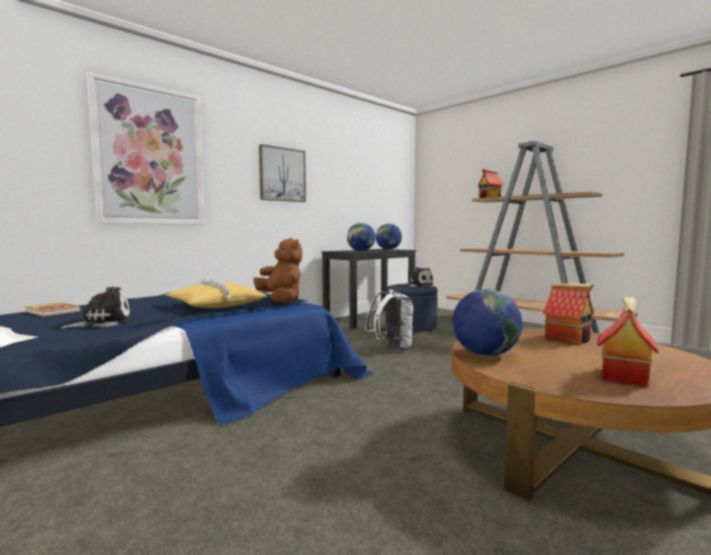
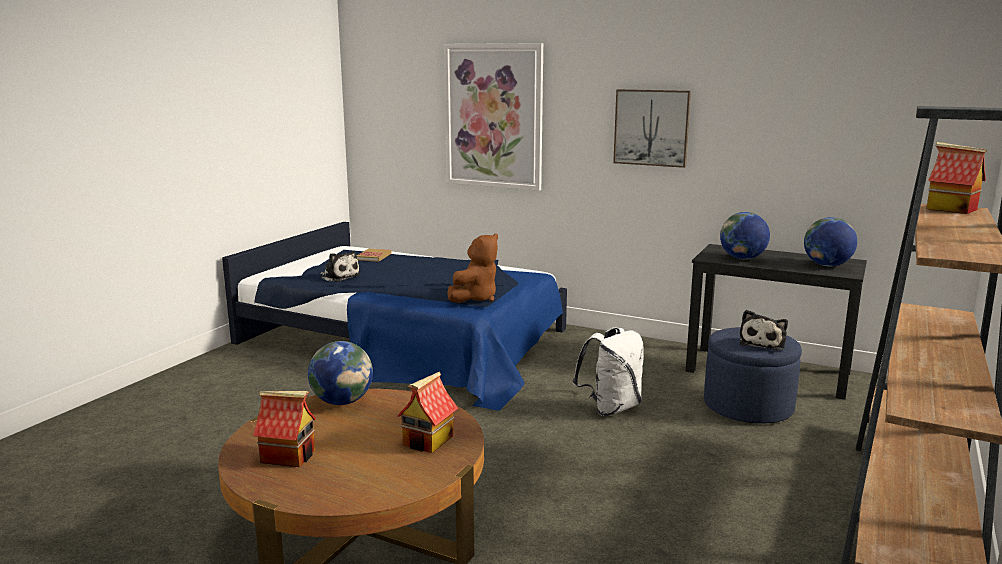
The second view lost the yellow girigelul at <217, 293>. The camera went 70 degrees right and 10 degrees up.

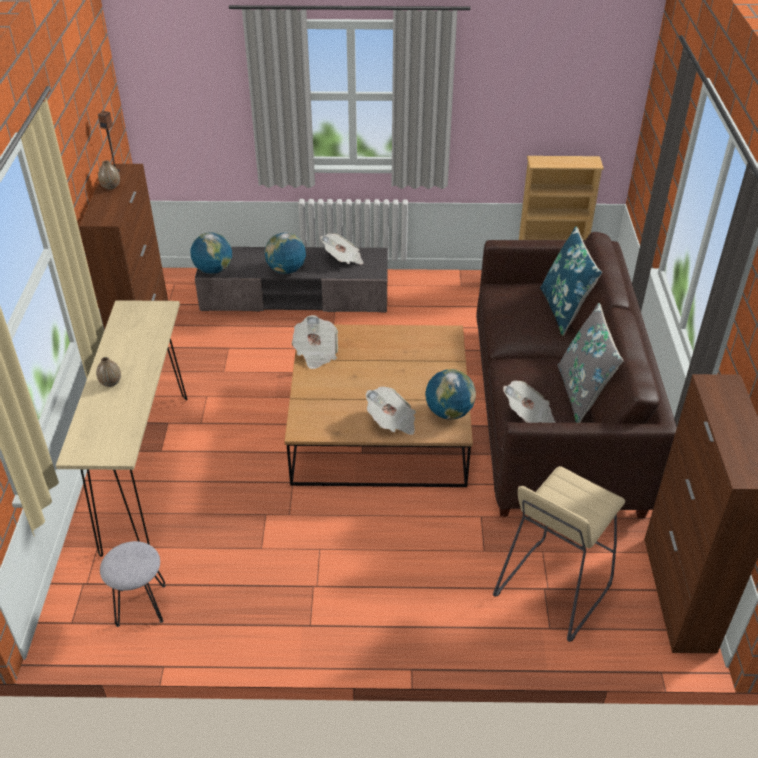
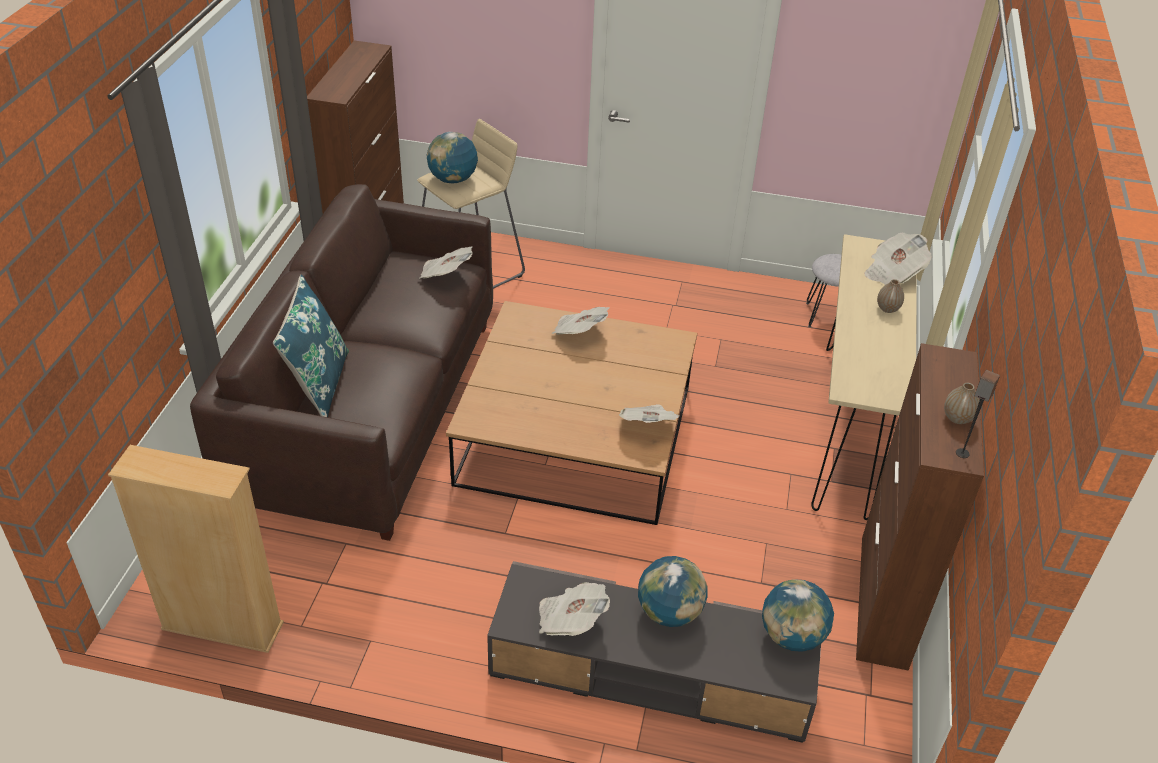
The second view lost the grey girigelul at <590, 363>. The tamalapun ended up elsewhere, having gone from <450, 394> to <452, 157>. The second view gained the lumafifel at <898, 258>. The camera went 170 degrees left and 0 degrees up.

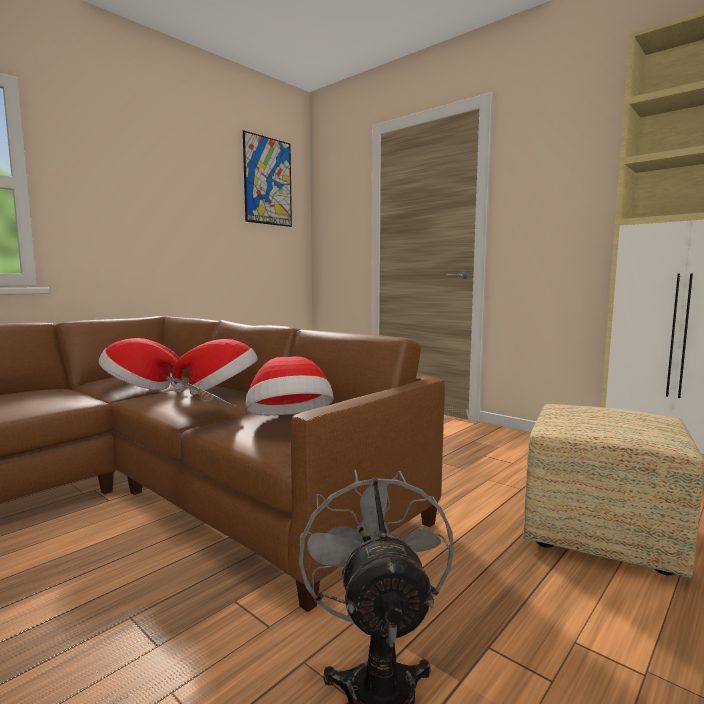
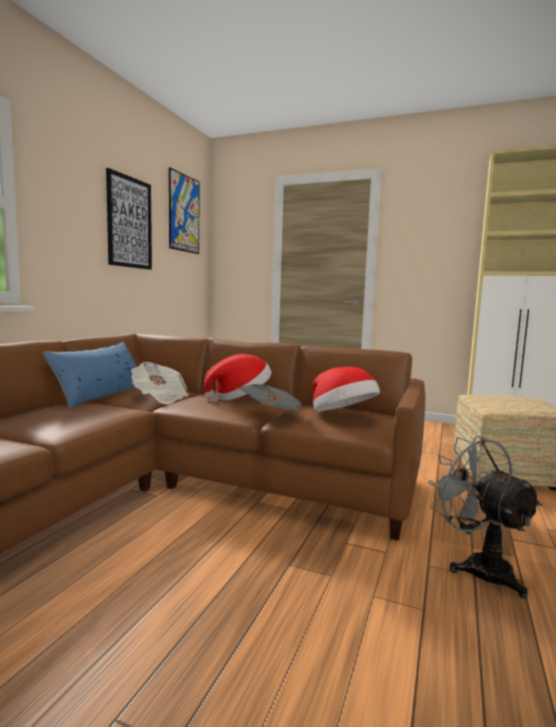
Where the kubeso stood at <141, 364>, the lumafifel came to stand at <160, 383>. The second view gained the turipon at <129, 219>. The second view gained the blue girigelul at <89, 375>. The camera went 20 degrees left and 0 degrees up.

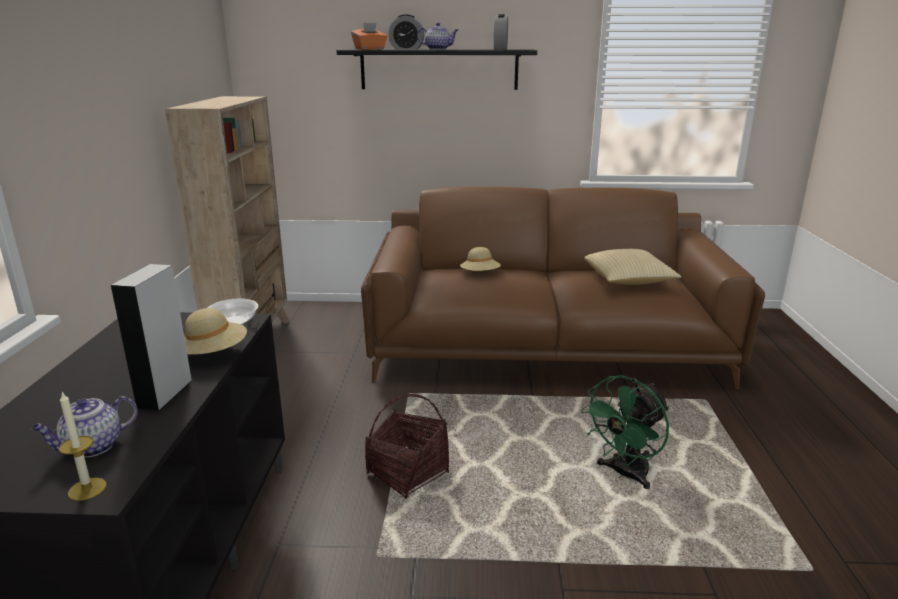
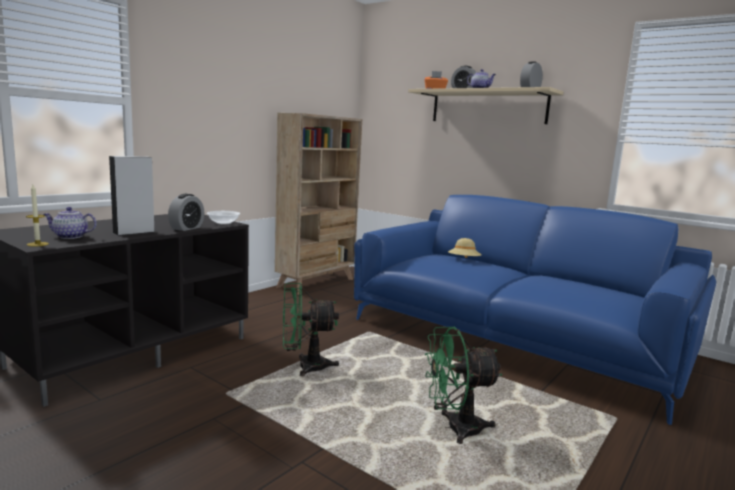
What was the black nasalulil at <437, 69> turned into the beige nasalulil at <486, 105>. What was the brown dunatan at <563, 288> turned into the blue dunatan at <535, 310>. The second view lost the girigelul at <633, 267>. Where the beige kubeso stood at <215, 331>, the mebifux came to stand at <186, 212>. Where the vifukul stood at <407, 446>, the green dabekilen came to stand at <311, 329>. The camera went 35 degrees right and 10 degrees down.

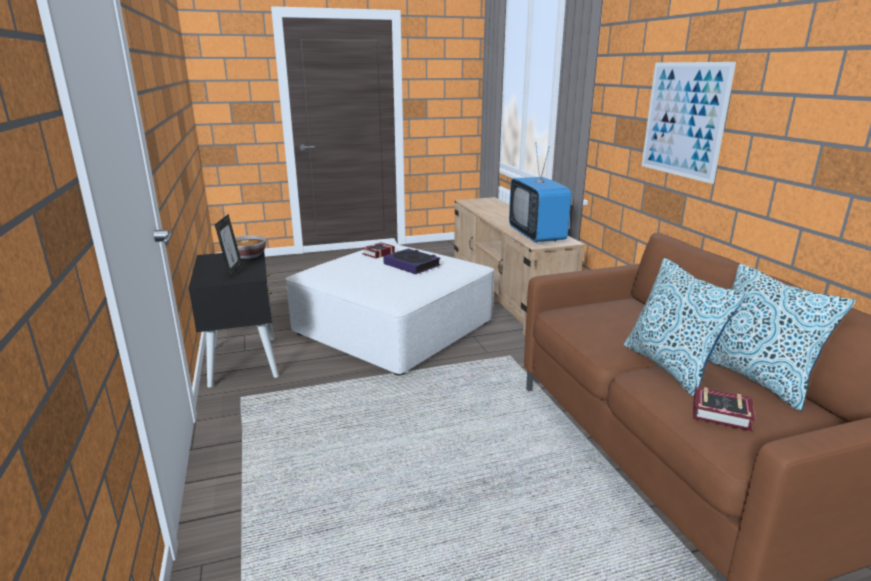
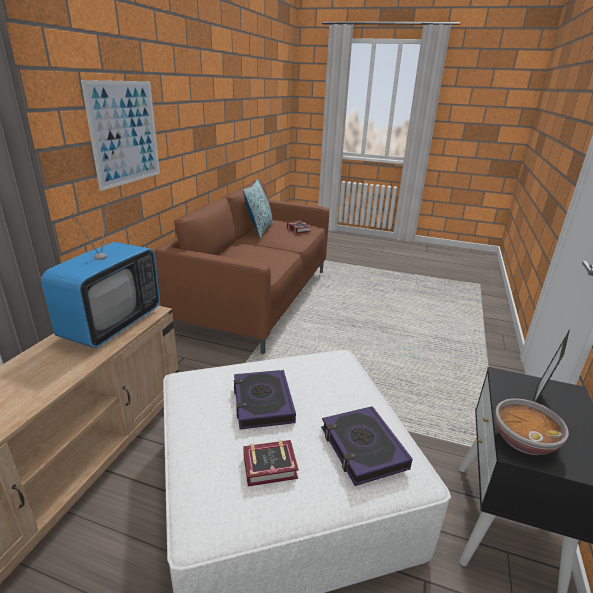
The second view lost the girigelul at <685, 327>. The second view gained the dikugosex at <367, 446>. The camera went 145 degrees left and 5 degrees up.

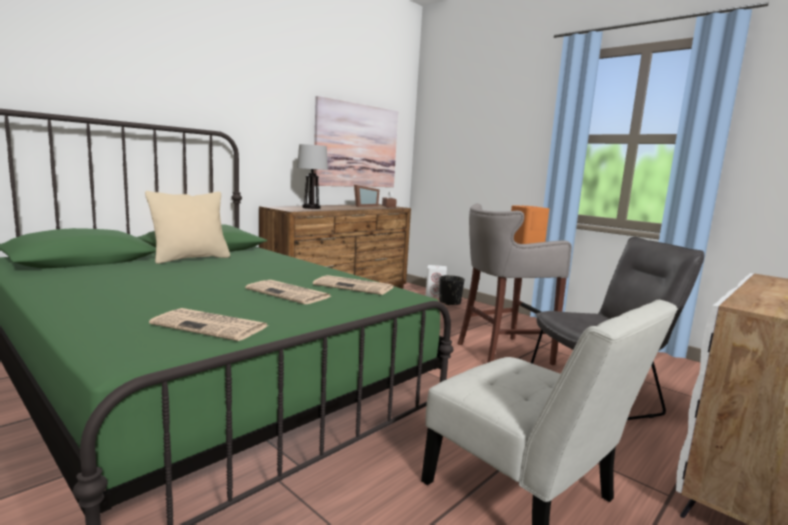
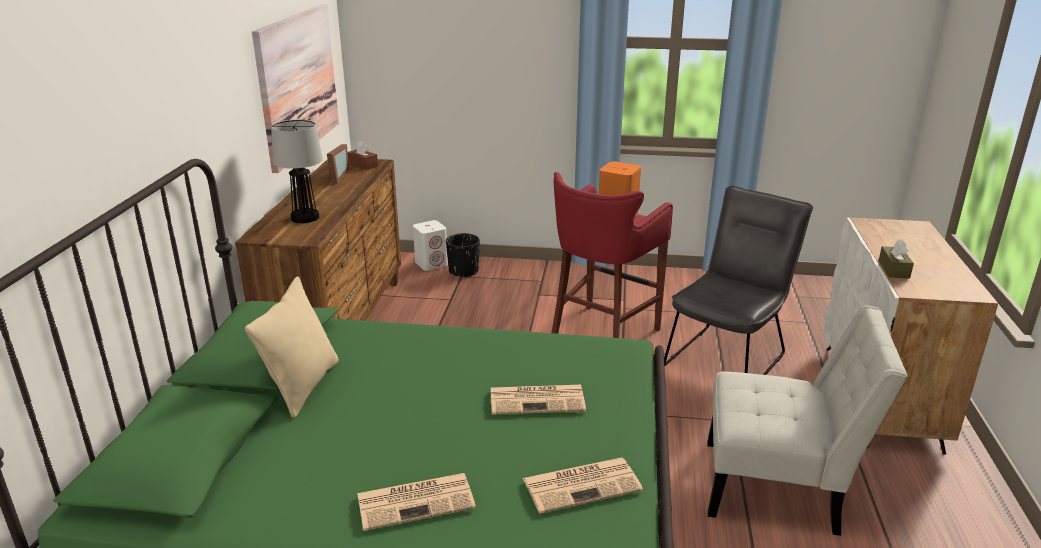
What was the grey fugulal at <515, 284> turned into the red fugulal at <612, 255>. The lumafifel ended up elsewhere, having gone from <353, 285> to <416, 502>. The second view gained the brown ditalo at <896, 259>. The camera went 35 degrees left and 15 degrees up.

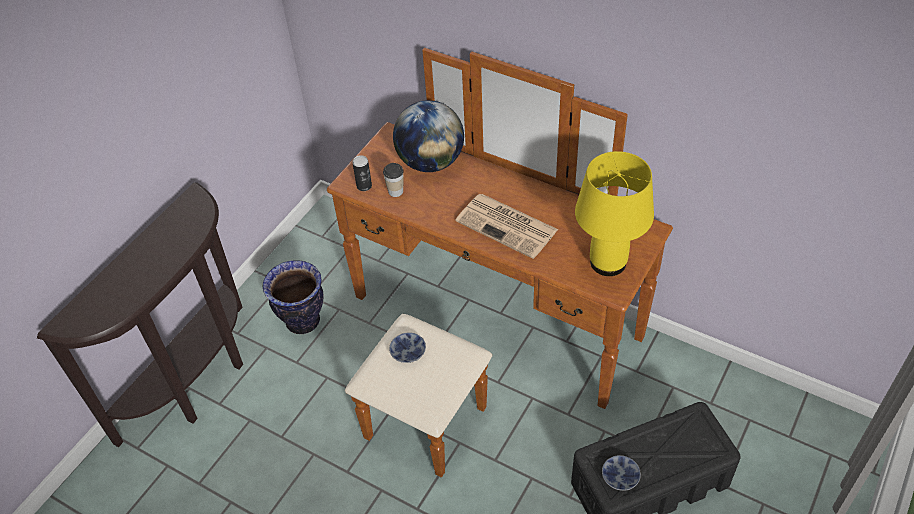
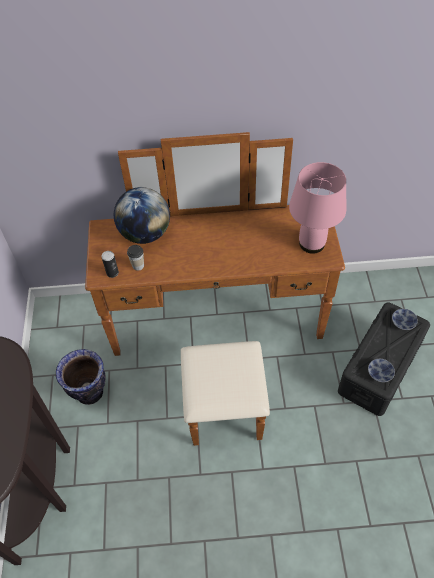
What was the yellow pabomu at <614, 213> turned into the pink pabomu at <317, 208>. The second view lost the lumafifel at <507, 226>. The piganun ended up elsewhere, having gone from <407, 348> to <405, 319>. The camera went 35 degrees left and 5 degrees up.

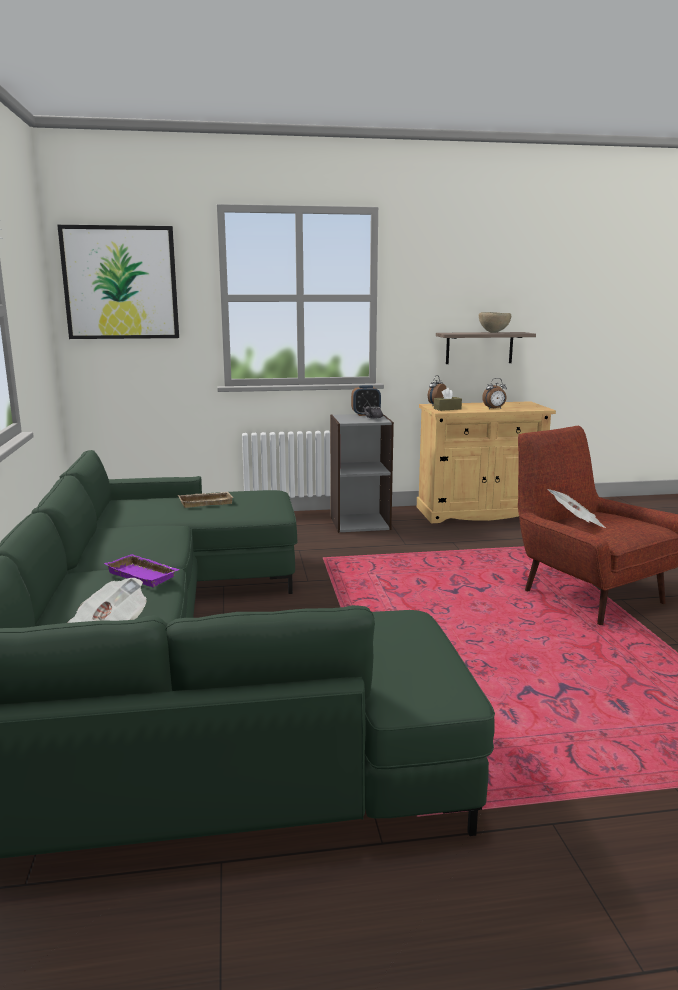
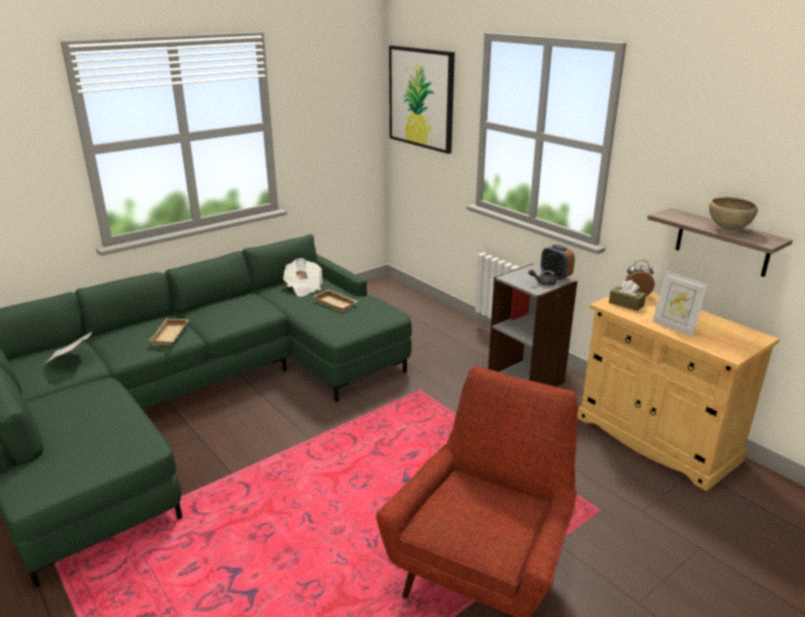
Where the mebifux stood at <494, 393>, the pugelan came to stand at <680, 304>. The lumafifel ended up elsewhere, having gone from <576, 508> to <302, 277>. What was the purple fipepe at <142, 570> turned into the beige fipepe at <169, 331>. The camera went 60 degrees right and 10 degrees up.

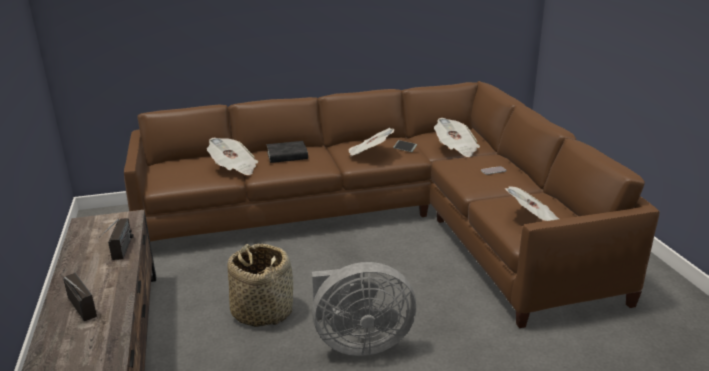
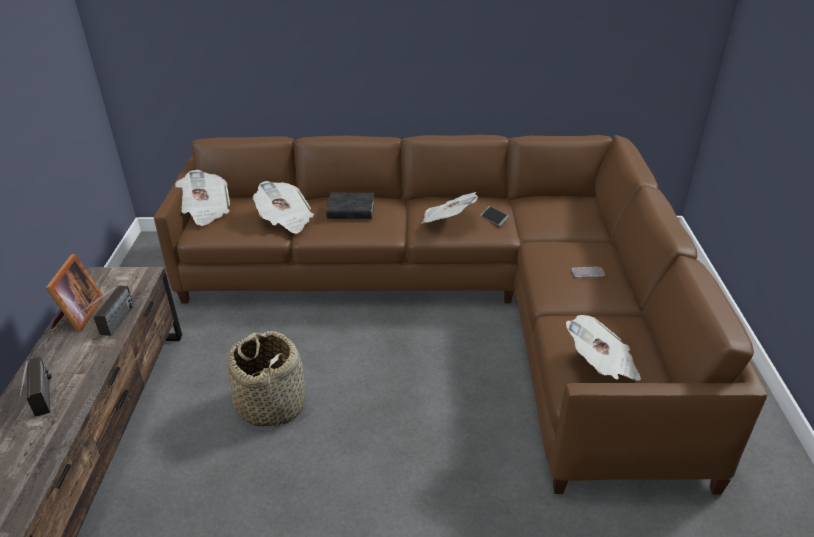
The lumafifel ended up elsewhere, having gone from <457, 137> to <202, 198>. The second view lost the grey dabekilen at <364, 309>. The second view gained the pugelan at <74, 293>. The camera went 15 degrees right and 10 degrees up.

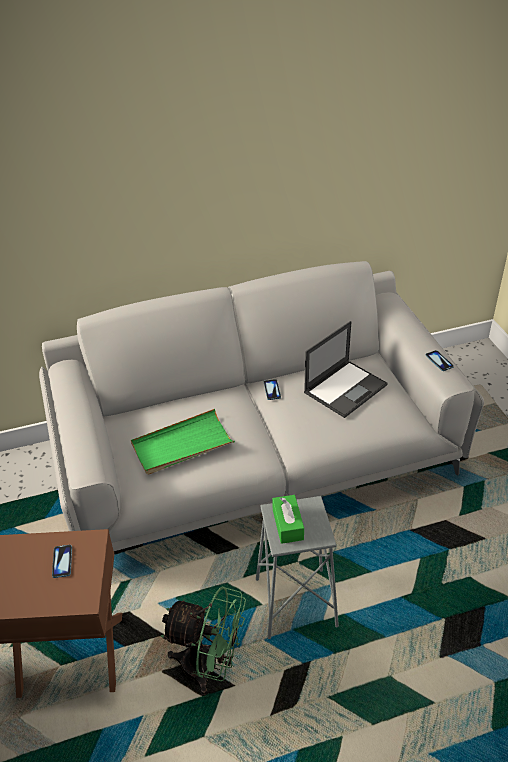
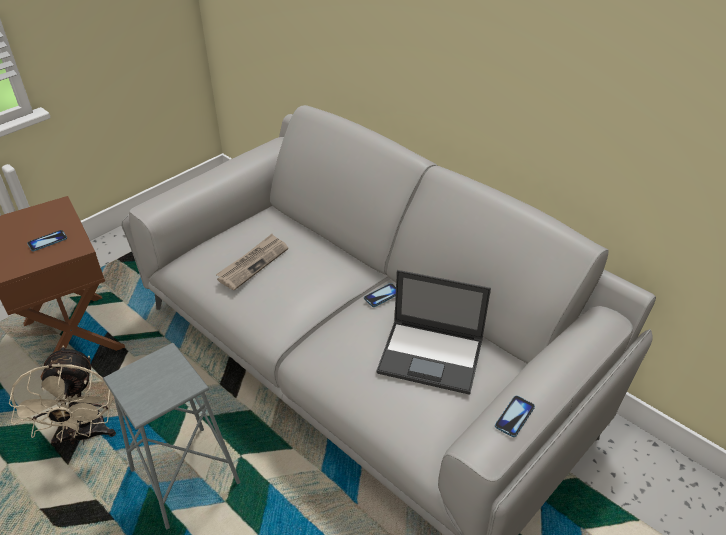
Where the green fipepe stood at <183, 442>, the lumafifel came to stand at <252, 262>. The second view lost the green ditalo at <288, 519>. What was the green dabekilen at <203, 640> turned into the beige dabekilen at <62, 395>. The camera went 60 degrees right and 0 degrees up.

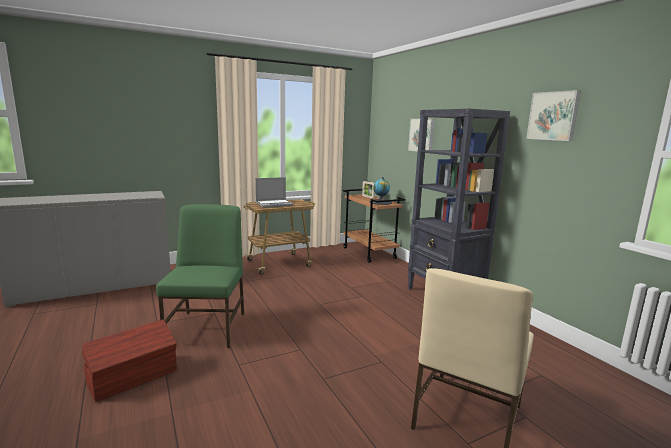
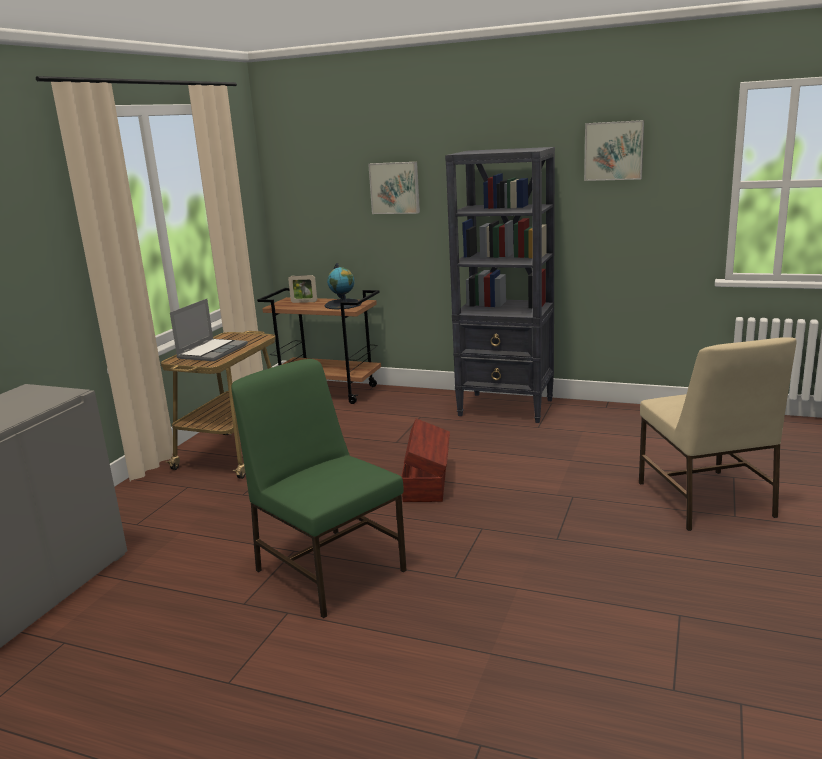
The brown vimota ended up elsewhere, having gone from <129, 360> to <425, 460>. The camera went 40 degrees left and 5 degrees up.

